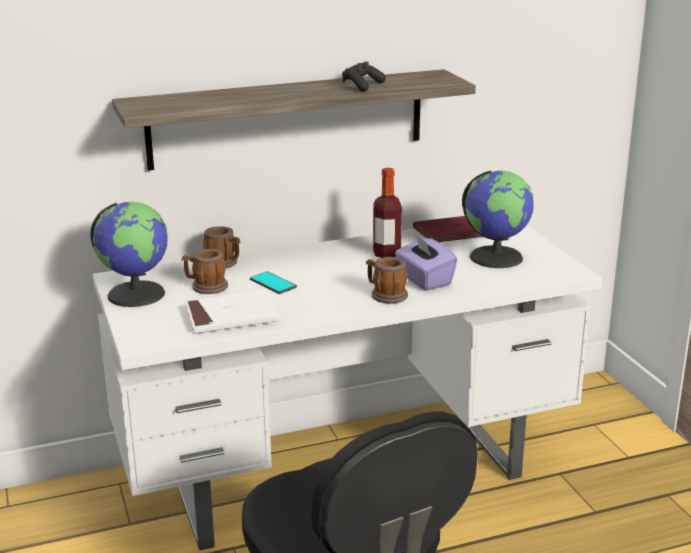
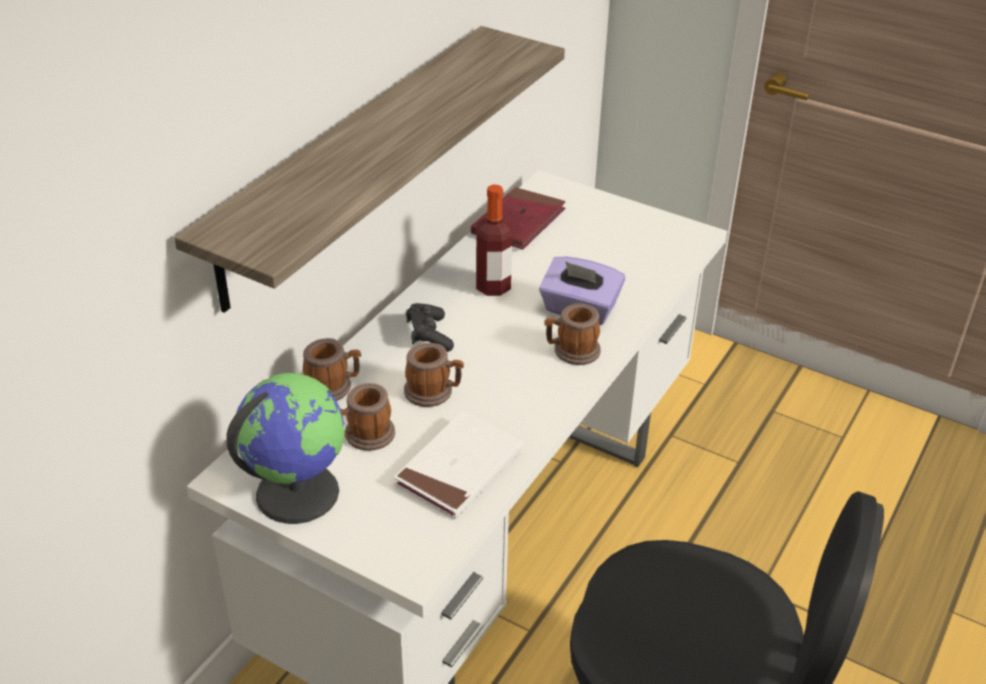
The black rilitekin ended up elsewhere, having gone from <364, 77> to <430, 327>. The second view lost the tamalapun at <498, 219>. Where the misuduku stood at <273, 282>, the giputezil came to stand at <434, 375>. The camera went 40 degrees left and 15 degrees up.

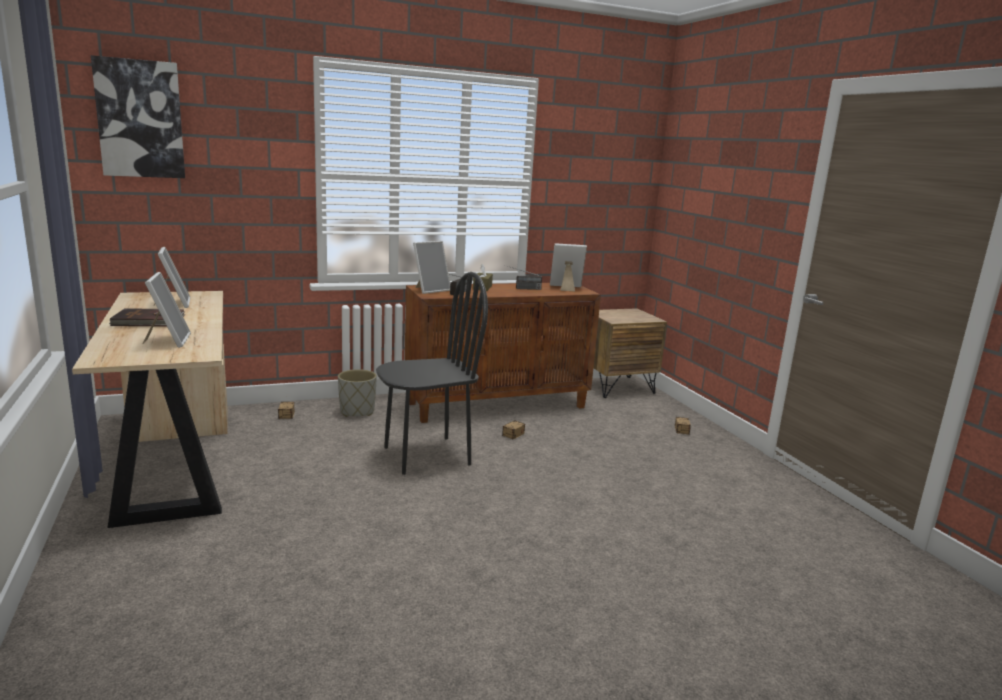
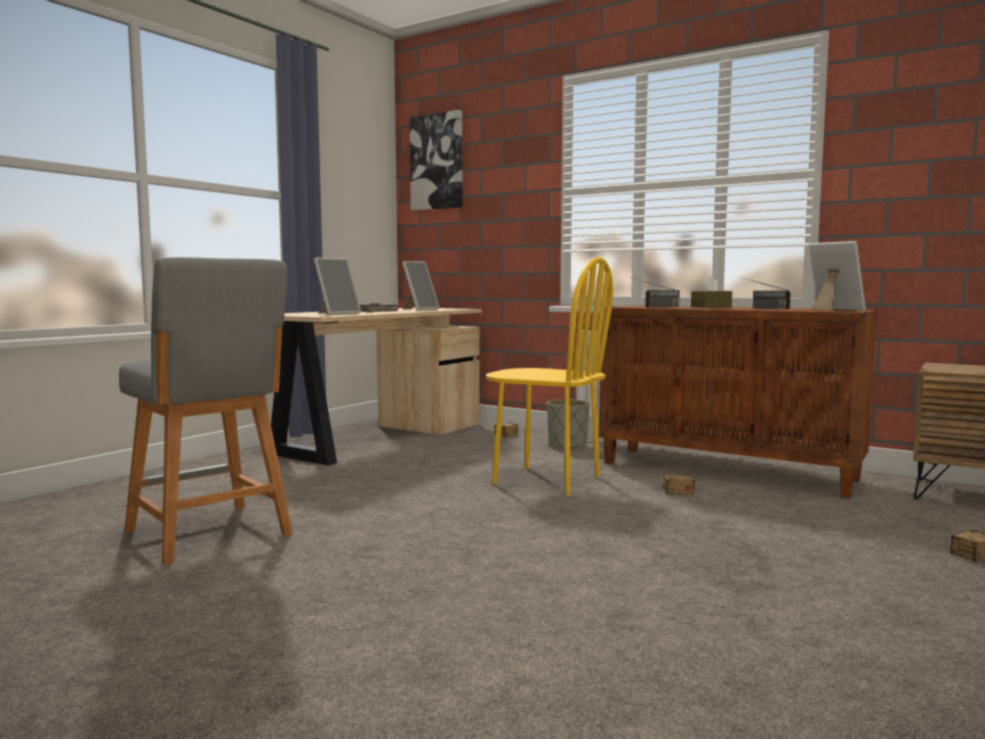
The second view lost the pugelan at <431, 267>. What was the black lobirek at <432, 373> turned into the yellow lobirek at <549, 376>. The second view gained the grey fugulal at <206, 411>. The camera went 55 degrees right and 10 degrees down.

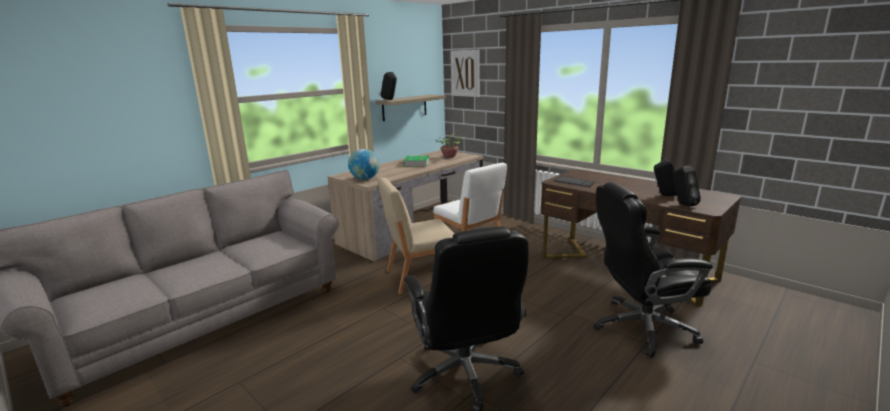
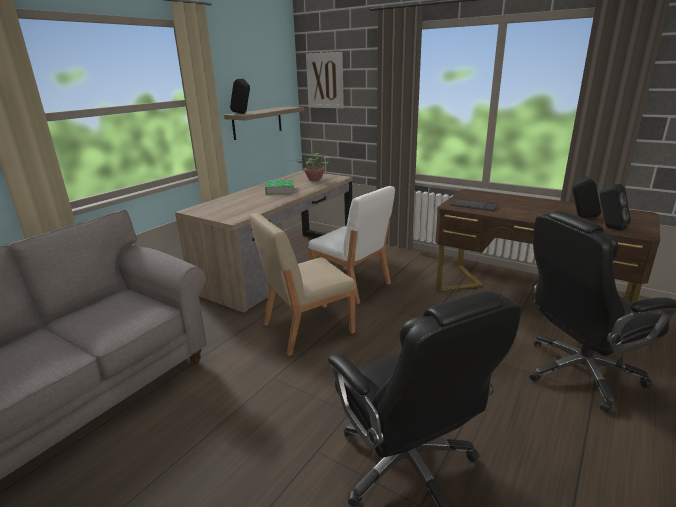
The second view lost the tamalapun at <364, 164>. The camera went 10 degrees left and 5 degrees up.

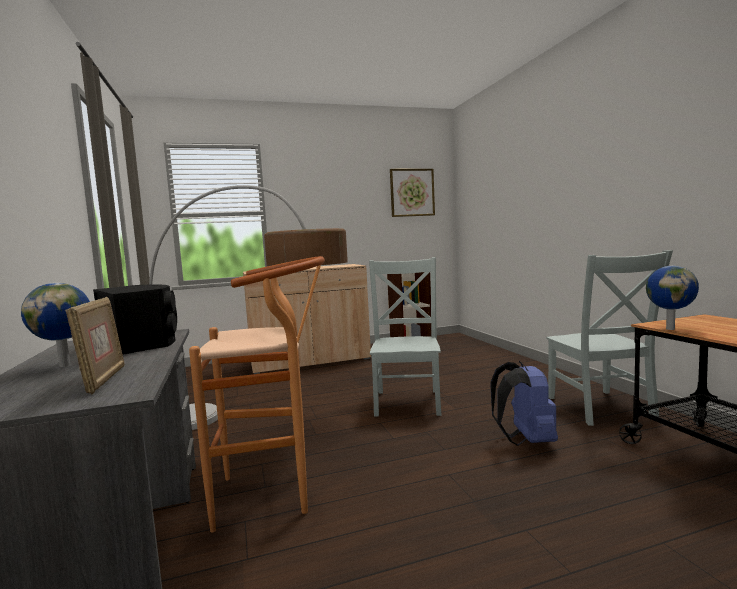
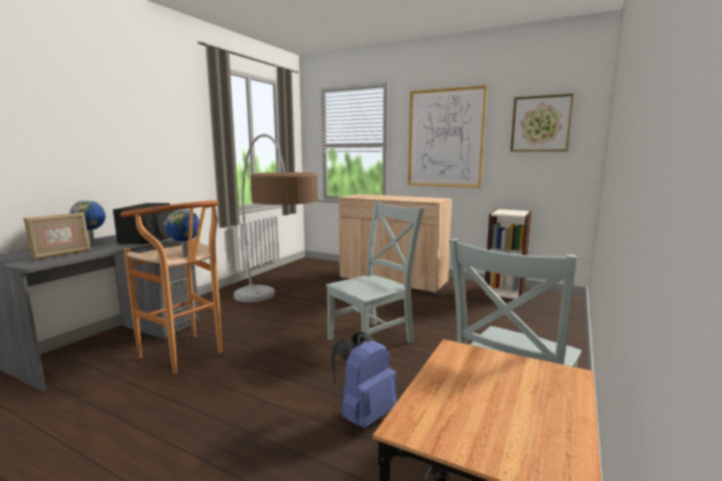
The tamalapun ended up elsewhere, having gone from <672, 298> to <182, 233>. The second view gained the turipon at <447, 136>. The camera went 45 degrees right and 5 degrees up.

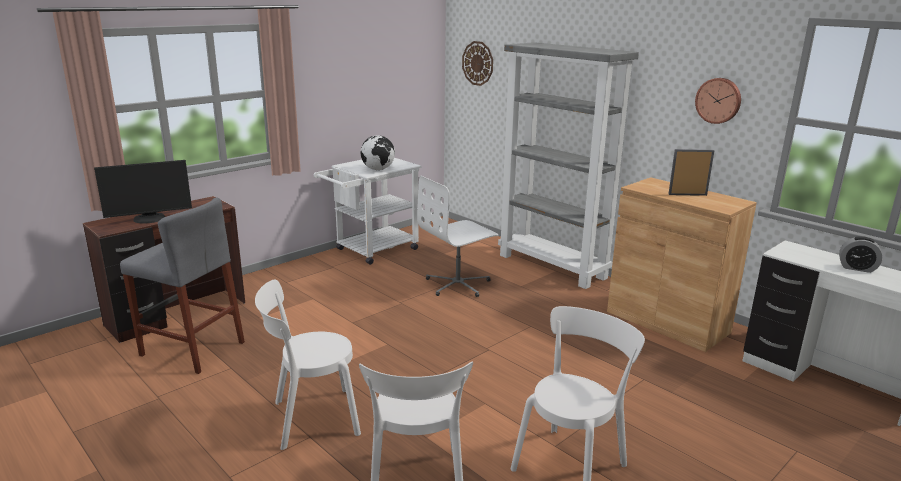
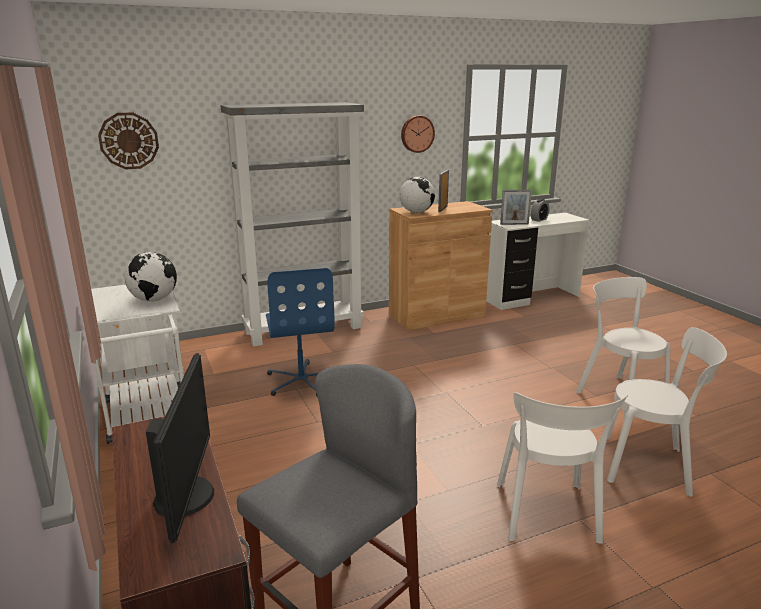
What was the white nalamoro at <458, 236> turned into the blue nalamoro at <300, 332>. The second view gained the tamalapun at <417, 195>. The second view gained the pugelan at <516, 207>. The camera went 70 degrees left and 0 degrees up.

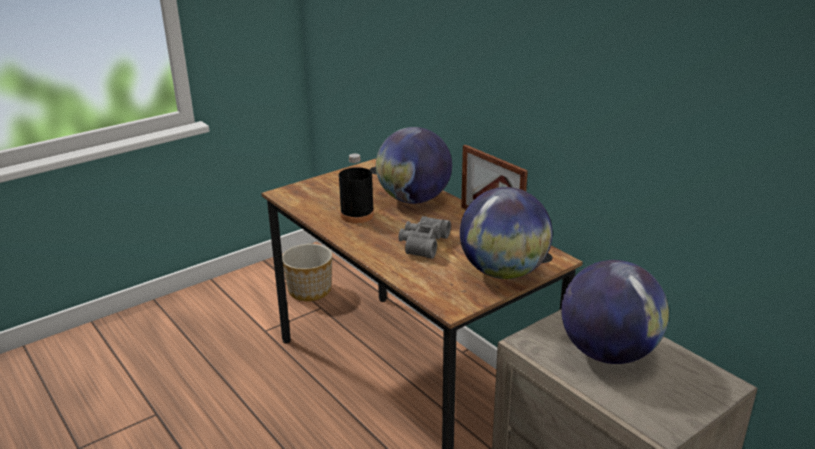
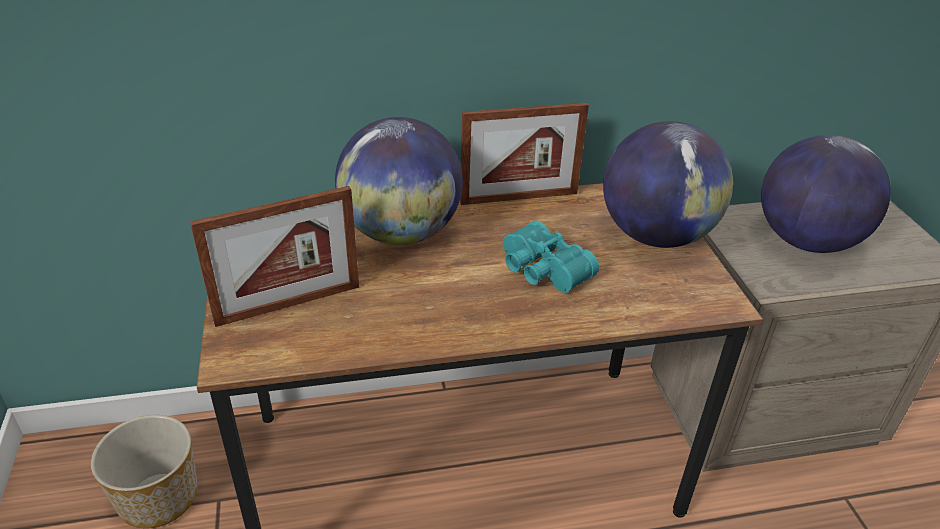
The second view lost the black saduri at <356, 188>. What was the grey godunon at <424, 237> turned into the turquoise godunon at <551, 257>. The second view gained the pugelan at <274, 256>. The camera went 65 degrees left and 10 degrees up.

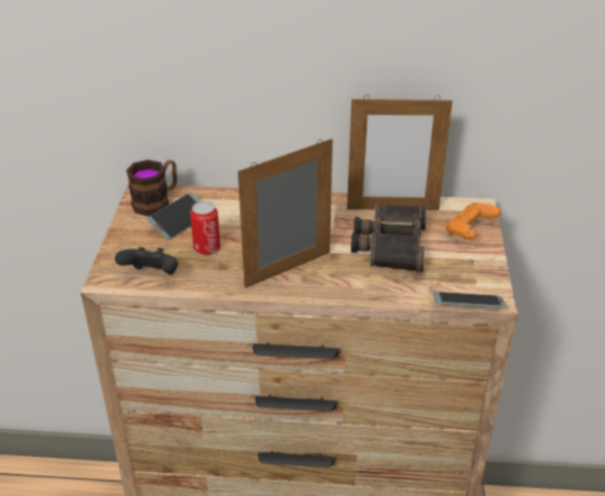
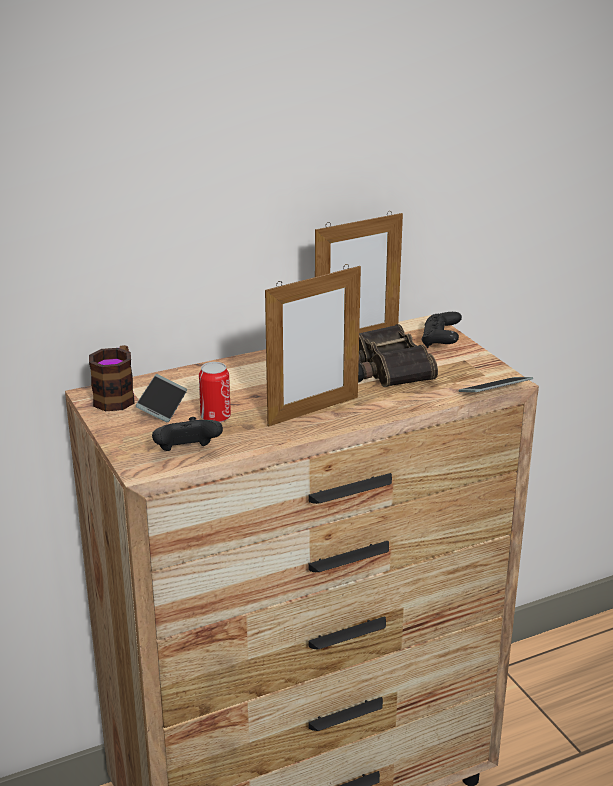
The pugelan at <285, 213> ended up facing another way, 150 degrees counterclockwise from before. What was the orange rilitekin at <473, 221> turned into the black rilitekin at <441, 330>. The camera went 30 degrees left and 10 degrees down.

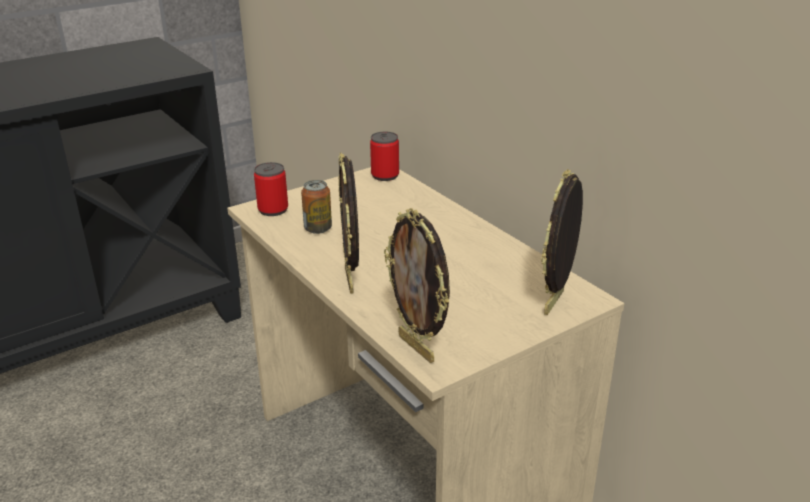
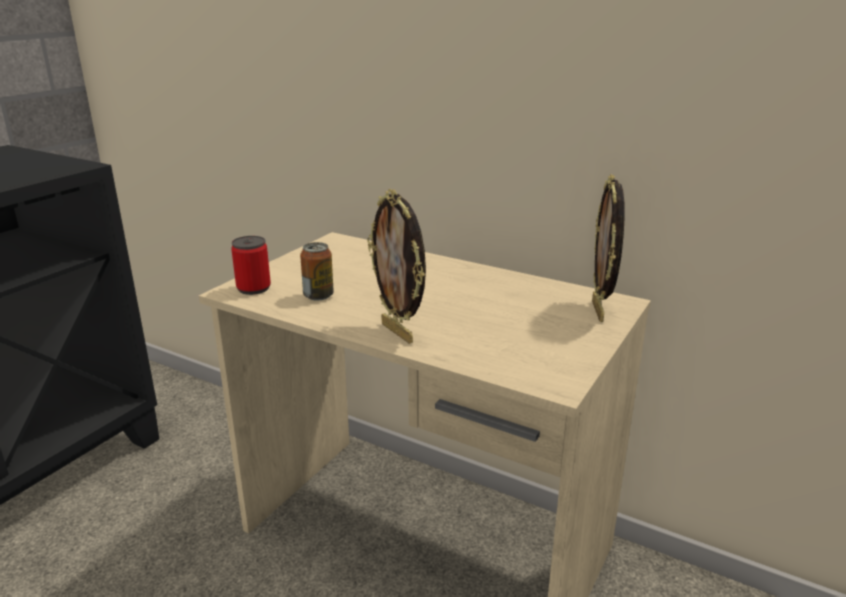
The second view lost the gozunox at <384, 156>. The second view lost the pugelan at <417, 285>. The camera went 25 degrees left and 5 degrees down.

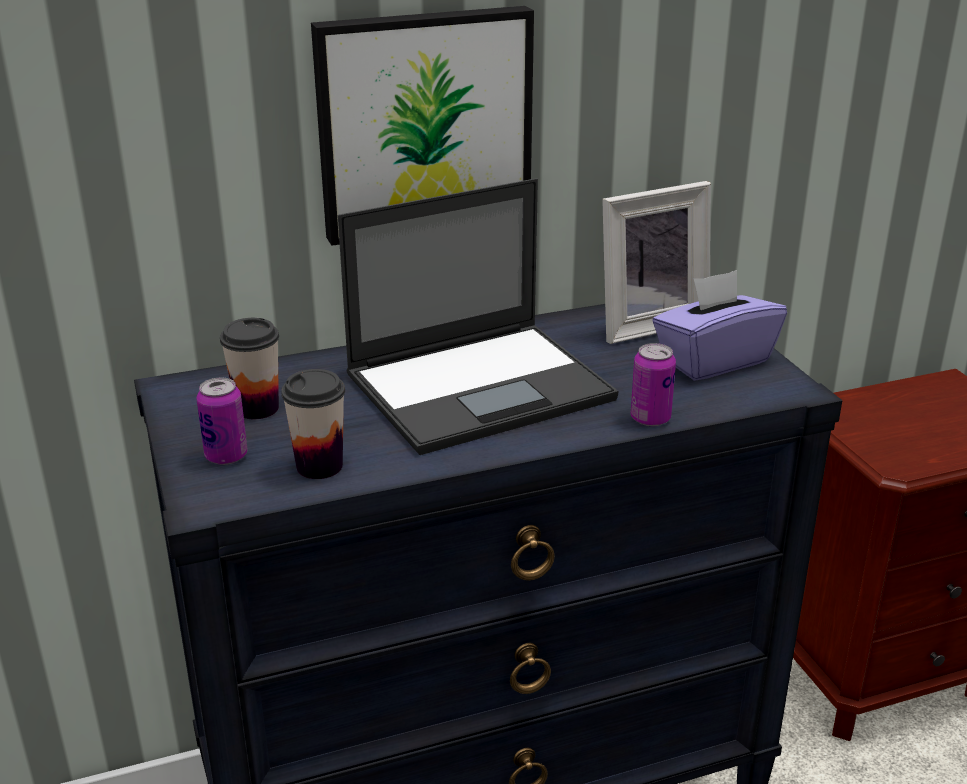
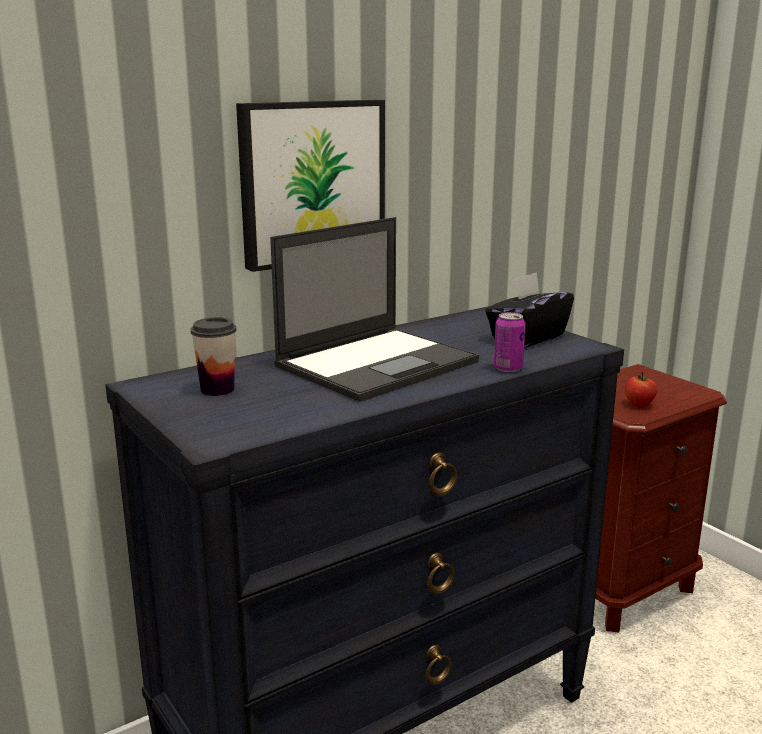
The second view lost the pugelan at <656, 262>. What was the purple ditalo at <719, 325> turned into the black ditalo at <529, 310>. The second view lost the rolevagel at <313, 424>. The second view lost the gozunox at <221, 421>. The second view gained the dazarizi at <641, 390>. The camera went 15 degrees left and 10 degrees down.

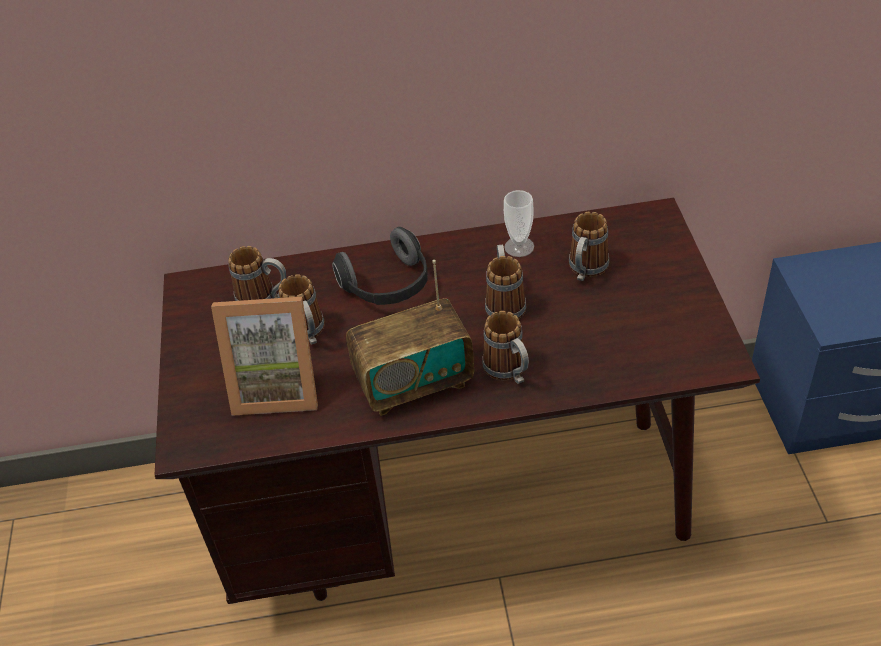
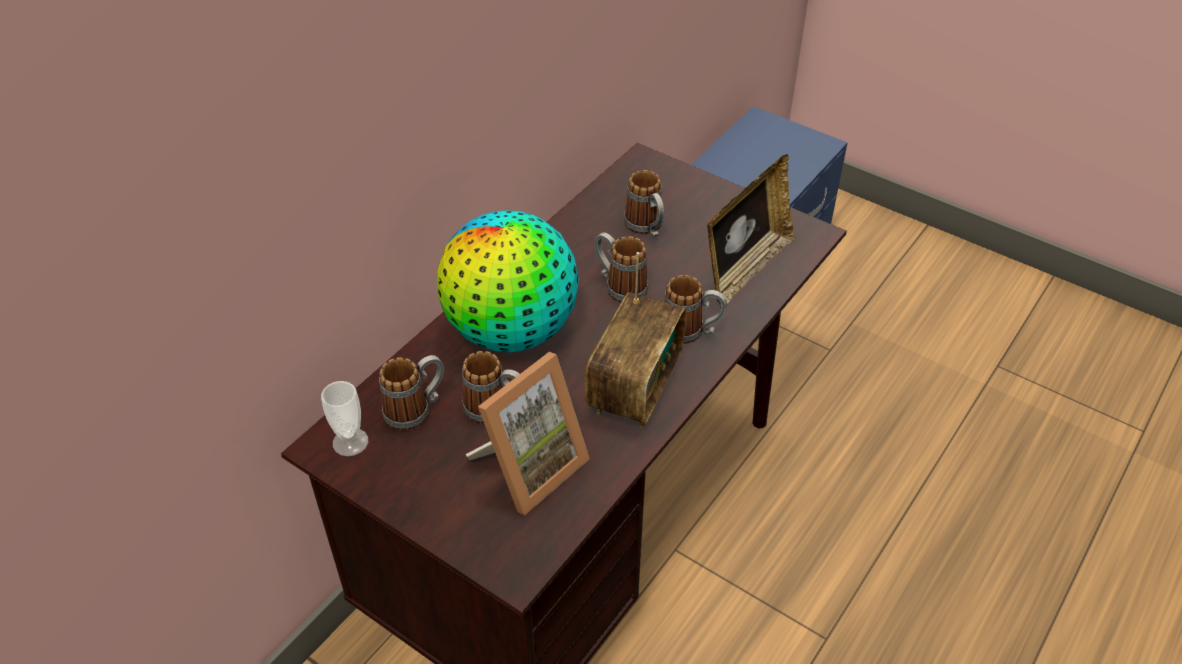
The rolevagel ended up elsewhere, having gone from <519, 223> to <344, 418>. Where the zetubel stood at <380, 266>, the tamalapun came to stand at <508, 281>. The second view gained the pugelan at <751, 231>. The camera went 50 degrees left and 0 degrees up.

